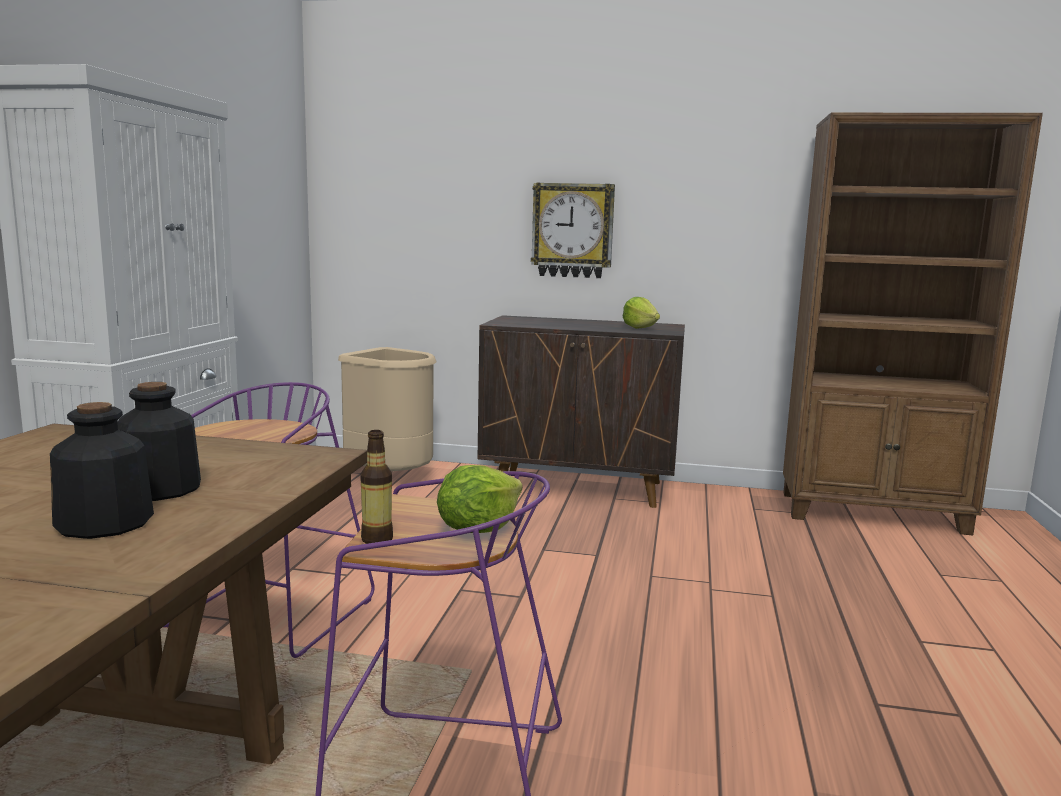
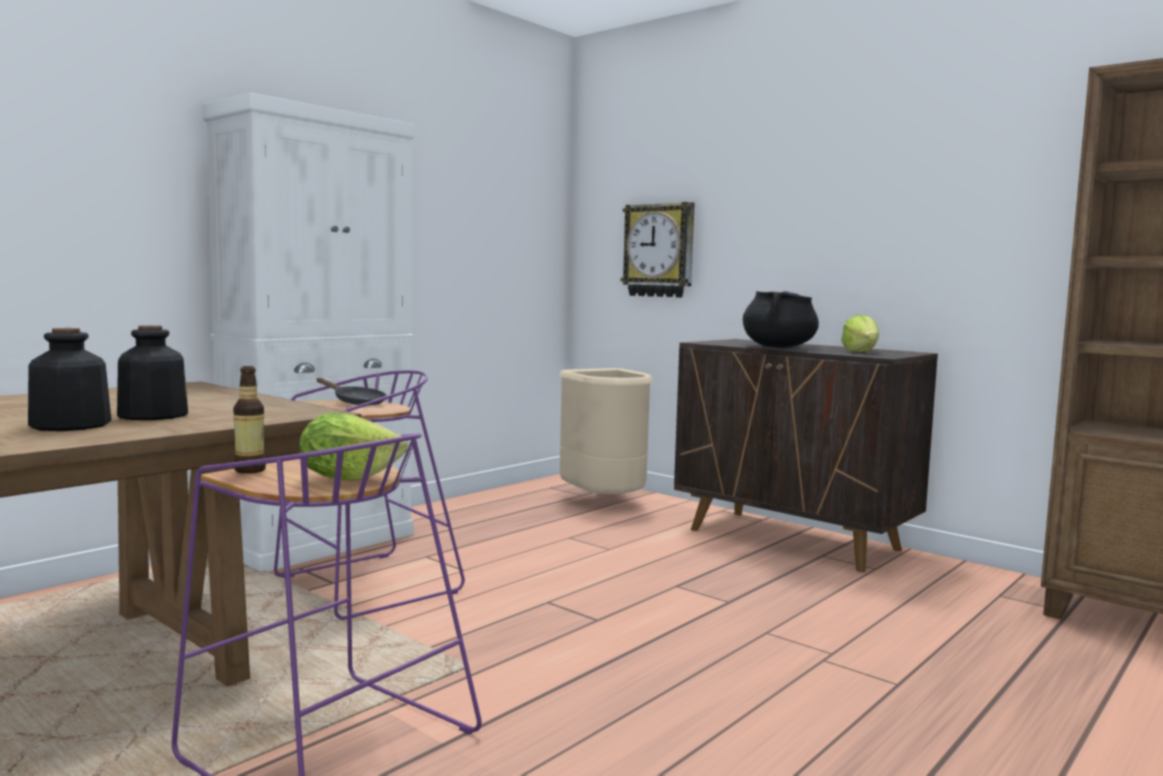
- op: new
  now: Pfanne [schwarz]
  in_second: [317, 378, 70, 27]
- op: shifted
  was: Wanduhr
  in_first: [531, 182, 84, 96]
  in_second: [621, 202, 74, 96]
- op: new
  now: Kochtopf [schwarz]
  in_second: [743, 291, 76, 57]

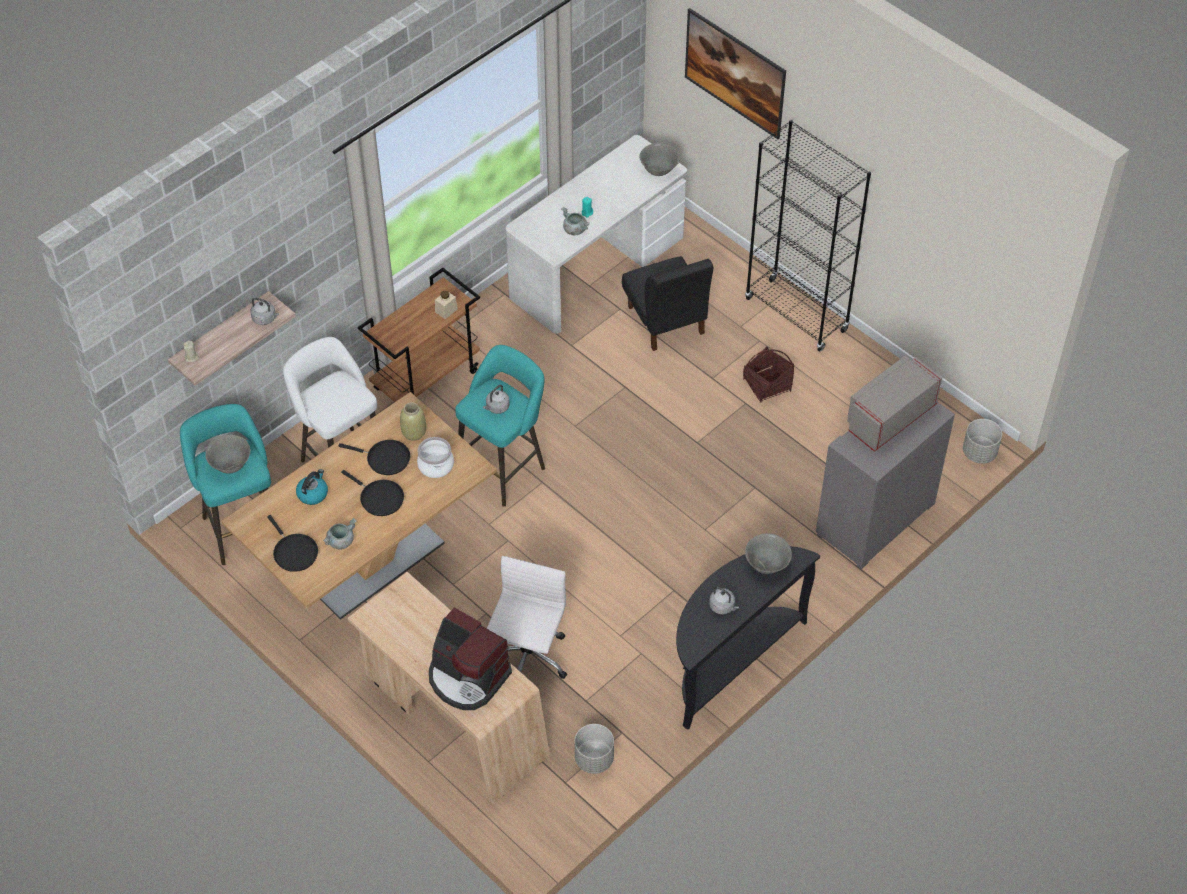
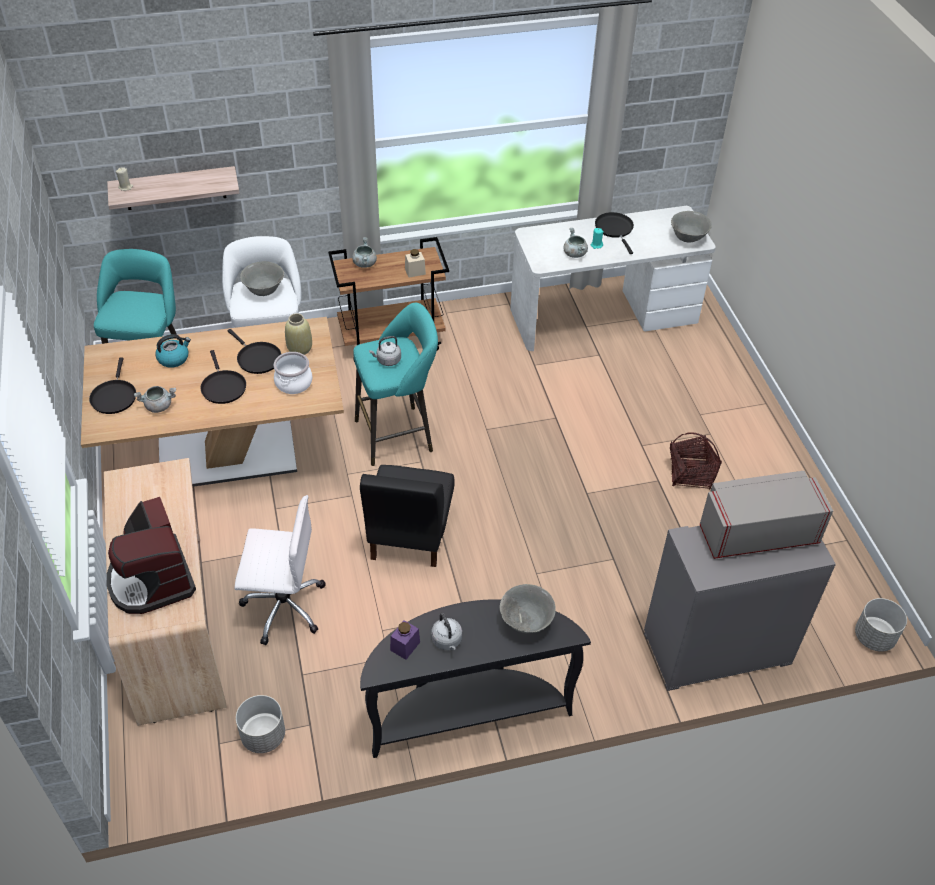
- op: rotated
  was: Bürostuhl [weiß]
  in_first: [487, 556, 80, 123]
  in_second: [234, 495, 92, 150]
  clockwise: 45
- op: shifted
  was: Schüssel [grau]
  in_first: [205, 435, 46, 39]
  in_second: [240, 261, 44, 35]
- op: new
  now: Kochtopf [grau]
  in_second: [352, 237, 25, 31]
- op: shifted
  was: Stuhl [schwarz]
  in_first: [622, 256, 91, 95]
  in_second: [360, 465, 94, 102]
- op: new
  now: Vorratsglas [lila]
  in_second: [390, 620, 30, 40]
- op: new
  now: Pfanne [schwarz]
  in_second: [595, 212, 39, 42]
- op: gone
  was: Wasserkessel [grau]
  in_first: [250, 298, 29, 27]
- op: gone
  was: Bild
  in_first: [685, 8, 101, 131]
- op: gone
  was: Bücherregal [schwarz]
  in_first: [745, 120, 126, 232]

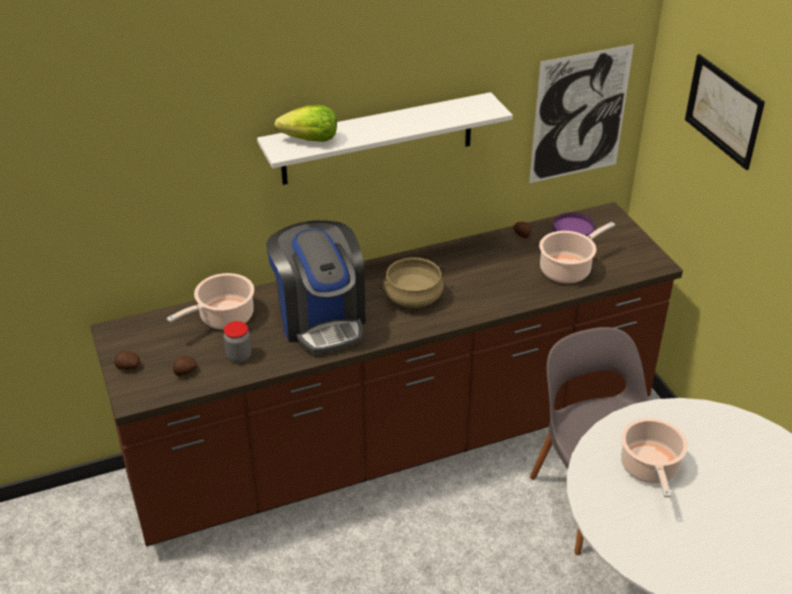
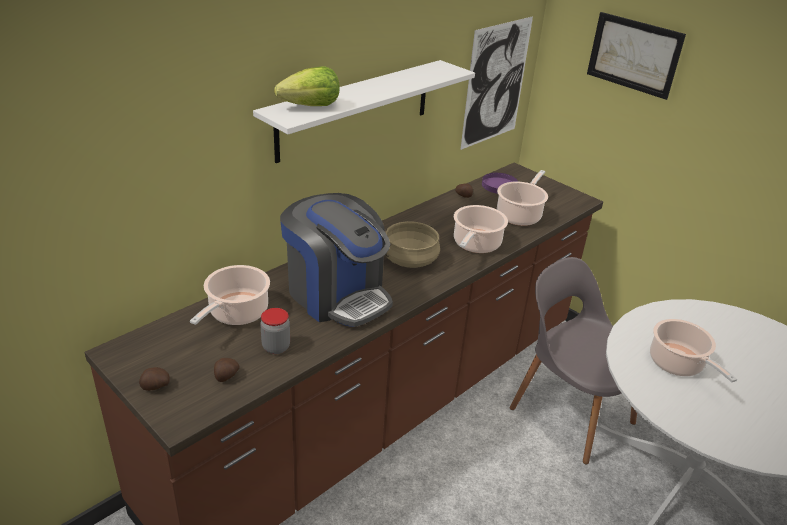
- op: new
  now: Kochtopf
  in_second: [454, 205, 54, 48]

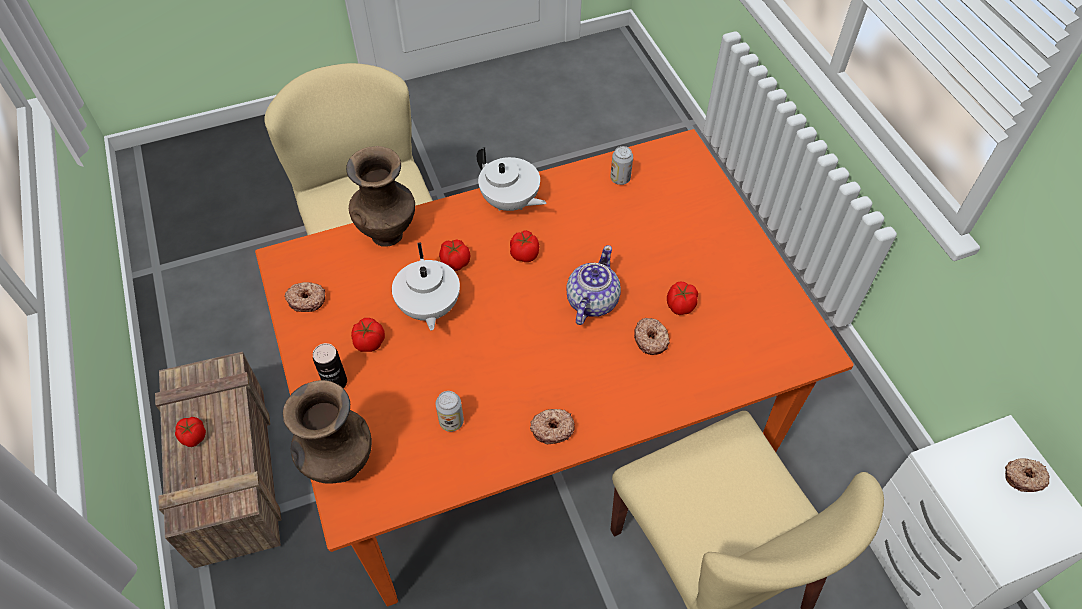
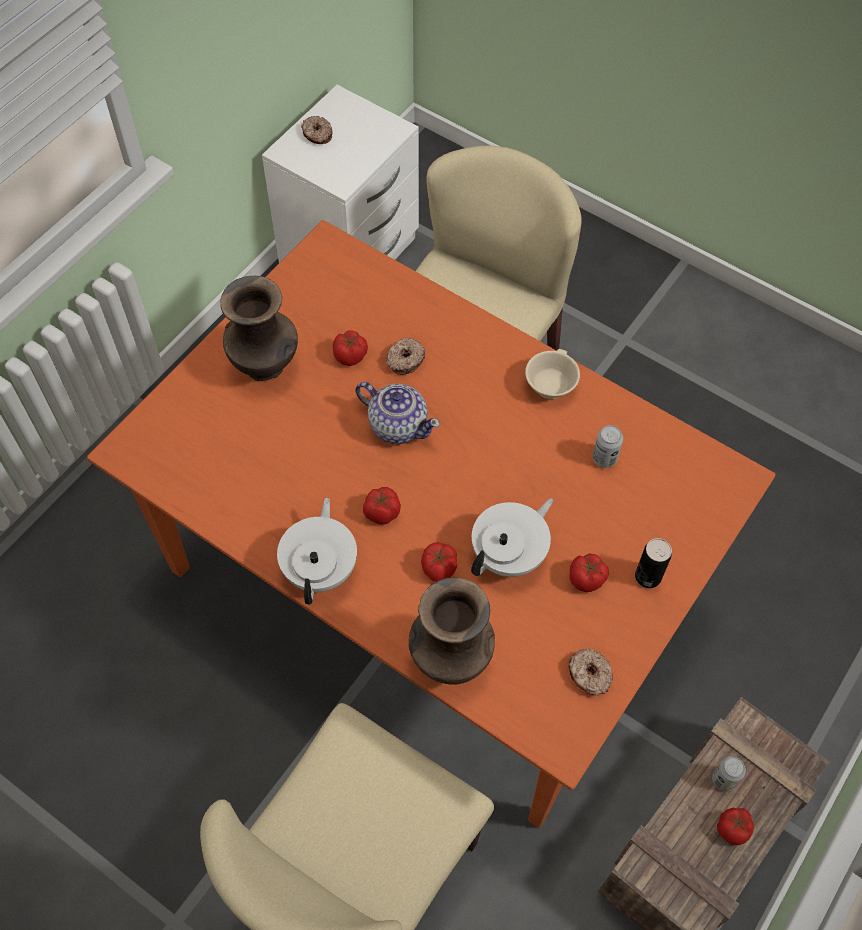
- op: shifted
  was: Vase [braun]
  in_first: [283, 380, 89, 104]
  in_second: [220, 276, 78, 105]
- op: rotated
  was: Teekanne
  in_first: [566, 245, 55, 80]
  in_second: [355, 382, 85, 62]
  clockwise: -135
- op: swapped
  was: Donut
  now: Tasse [beige]
  in_first: [530, 409, 44, 35]
  in_second: [525, 349, 55, 50]
- op: shifted
  was: Dose
  in_first: [610, 146, 23, 39]
  in_second: [712, 756, 34, 35]

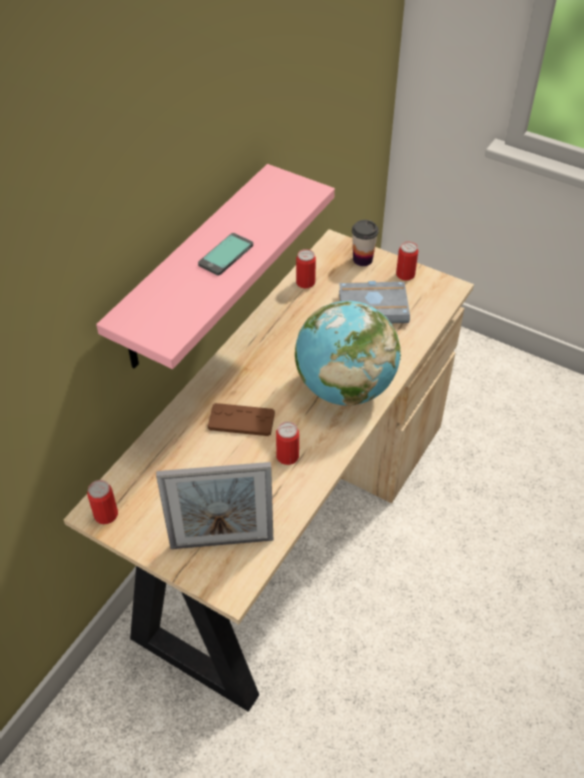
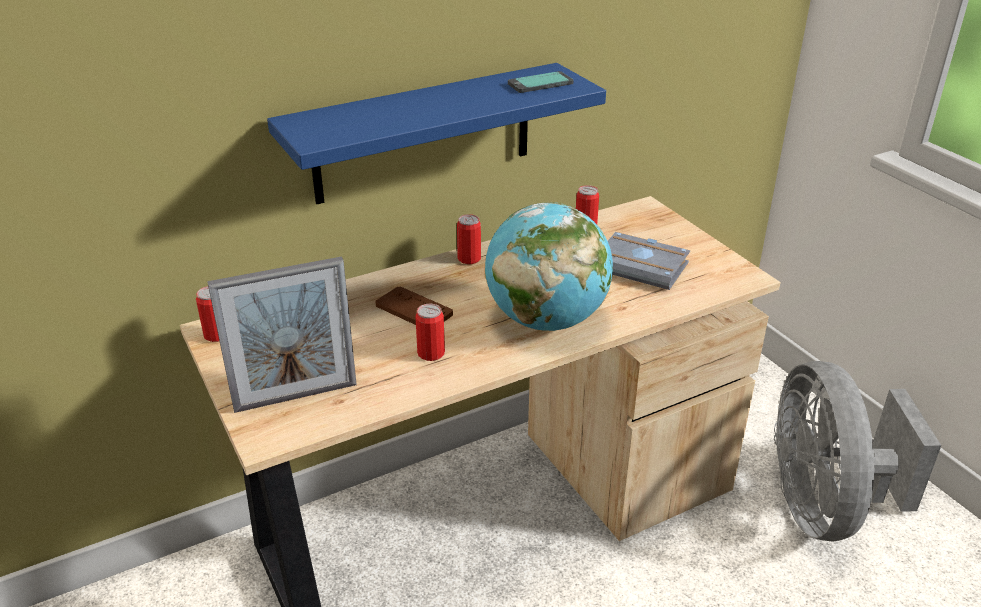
- op: rotated
  was: Bilderrahmen
  in_first: [156, 462, 117, 87]
  in_second: [207, 256, 150, 157]
  clockwise: -45
- op: repainted
  was: Wandregal [rosa]
  now: Wandregal [blau]
  in_first: [96, 164, 239, 205]
  in_second: [267, 63, 339, 141]
- op: shifted
  was: Dose
  in_first: [396, 241, 22, 40]
  in_second: [457, 214, 24, 50]
- op: shifted
  was: Handy
  in_first: [198, 233, 55, 42]
  in_second: [508, 71, 65, 22]
- op: new
  now: Ventilator [grau]
  in_second: [774, 361, 167, 180]
- op: gone
  was: Tasse
  in_first: [352, 220, 27, 46]

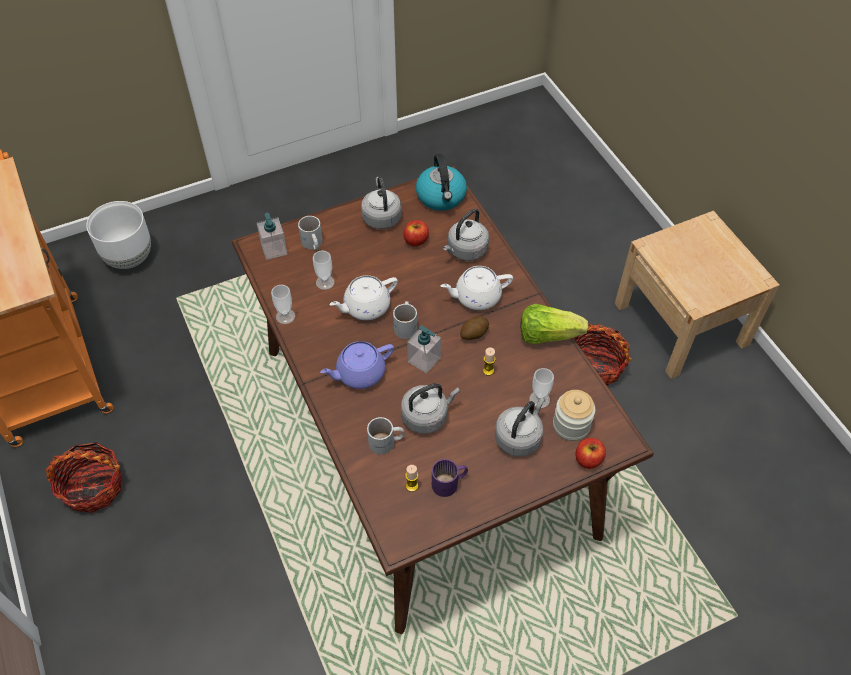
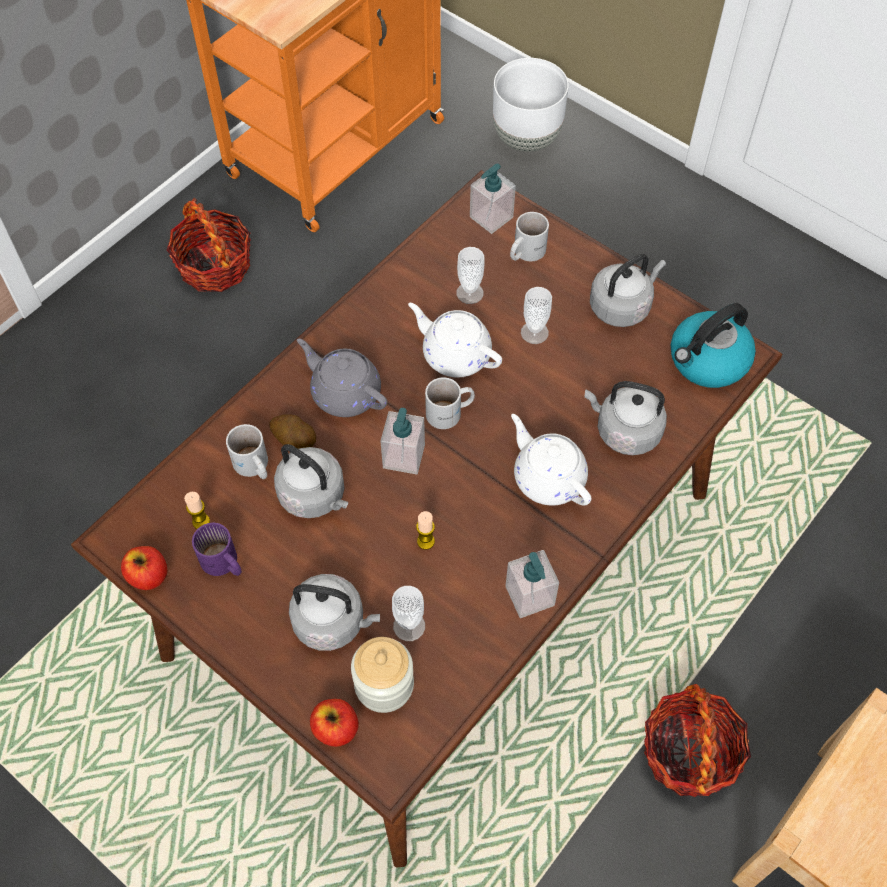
- op: shifted
  was: Apfel
  in_first: [404, 220, 25, 27]
  in_second: [121, 546, 47, 44]
- op: shifted
  was: Kartoffel
  in_first: [460, 316, 29, 24]
  in_second: [269, 415, 47, 34]
- op: repainted
  was: Teekanne [lila]
  now: Teekanne [grau]
  in_first: [320, 341, 74, 48]
  in_second: [297, 339, 90, 78]
- op: swapped
  was: Salatkopf
  now: Seifenspender
  in_first: [521, 304, 67, 40]
  in_second: [505, 550, 54, 68]
- op: shifted
  was: Tasse
  in_first: [271, 285, 24, 39]
  in_second: [521, 287, 31, 57]

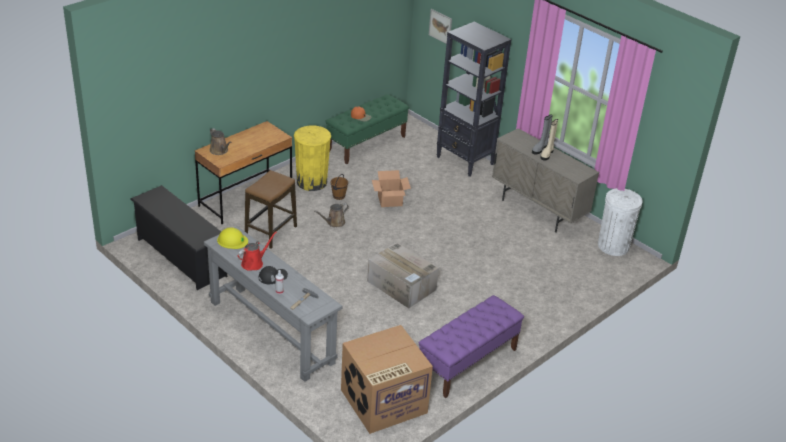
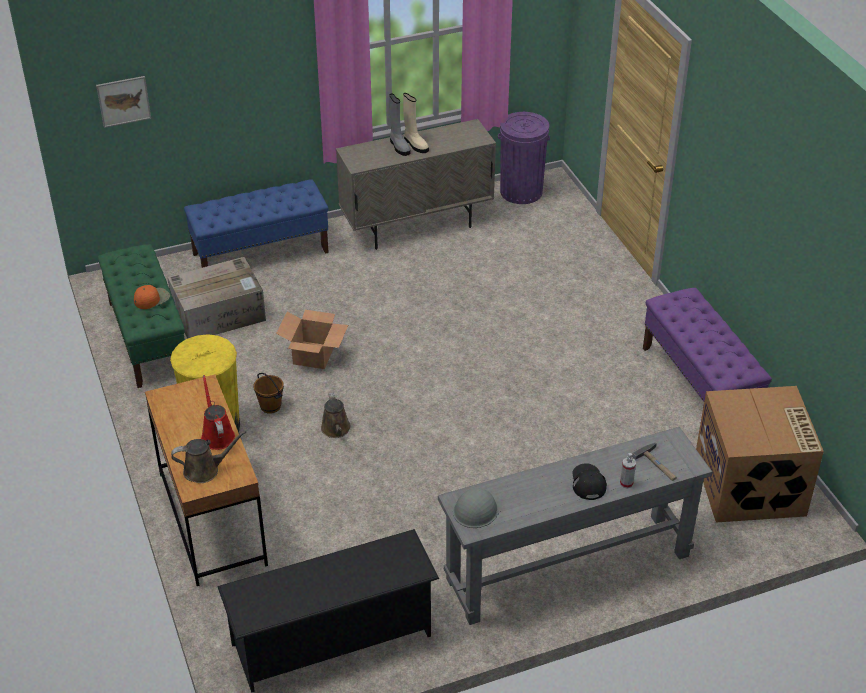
- op: shifted
  was: Karton
  in_first: [367, 242, 72, 67]
  in_second: [168, 257, 98, 82]
- op: swapped
  was: Bücherregal [schwarz]
  now: Bank [blau]
  in_first: [437, 22, 74, 155]
  in_second: [184, 179, 145, 89]
- op: shifted
  was: Gießkanne [rot]
  in_first: [238, 231, 39, 40]
  in_second: [201, 375, 34, 75]
- op: repainted
  was: Schutzhelm [gelb]
  now: Schutzhelm [grau]
  in_first: [217, 227, 31, 22]
  in_second: [453, 488, 49, 40]
- op: repainted
  was: Mülleimer [weiß]
  now: Mülleimer [lila]
  in_first: [598, 188, 45, 68]
  in_second: [498, 112, 52, 92]
- op: gone
  was: Hocker
  in_first: [245, 170, 52, 79]

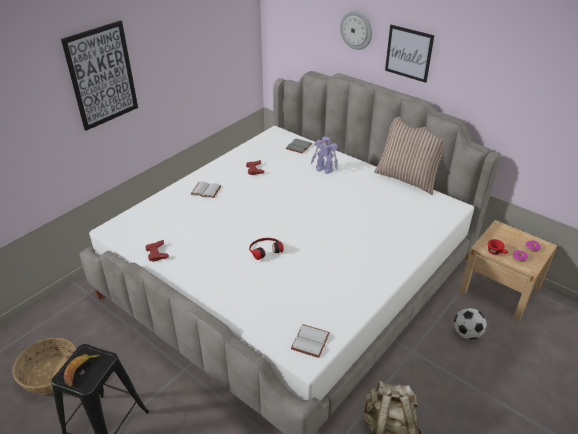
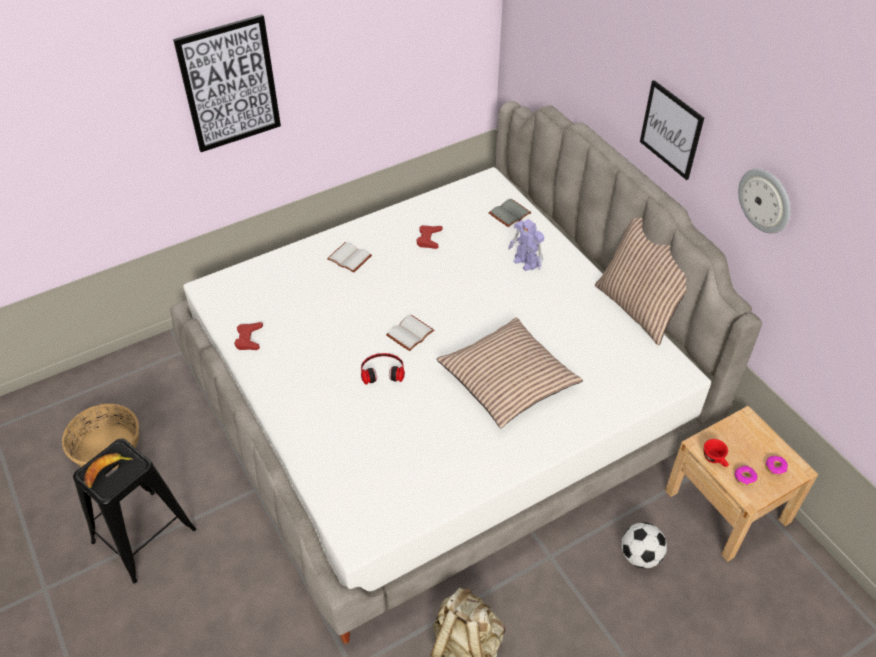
- op: shifted
  was: Buch [weiß]
  in_first: [291, 324, 39, 34]
  in_second: [386, 315, 48, 36]
- op: new
  now: Kissen
  in_second: [436, 317, 147, 111]
- op: shifted
  was: Wanduhr
  in_first: [340, 11, 32, 39]
  in_second: [738, 169, 52, 65]

